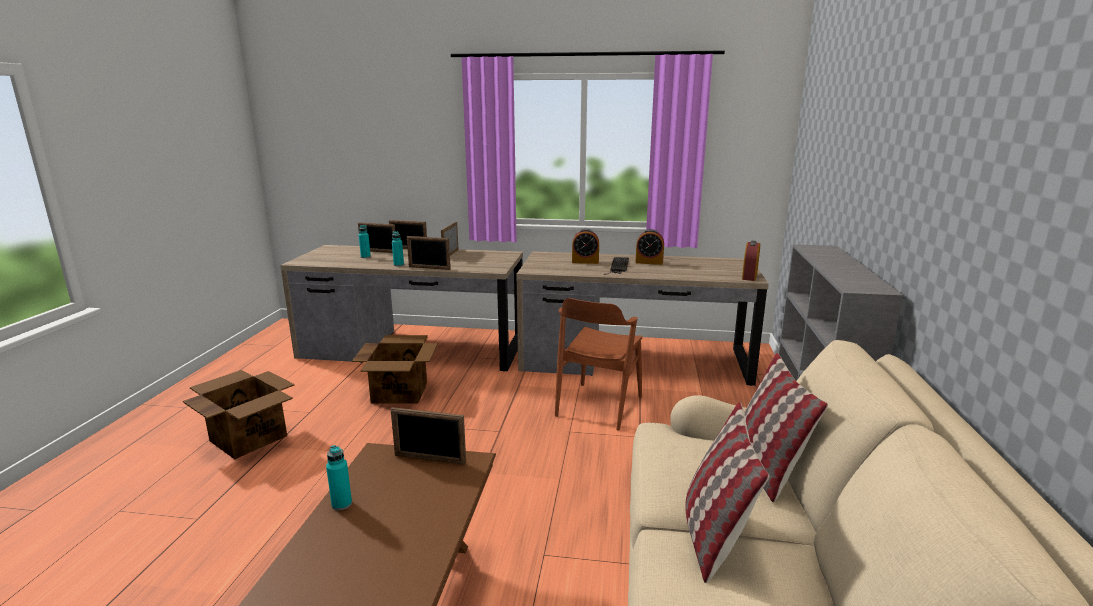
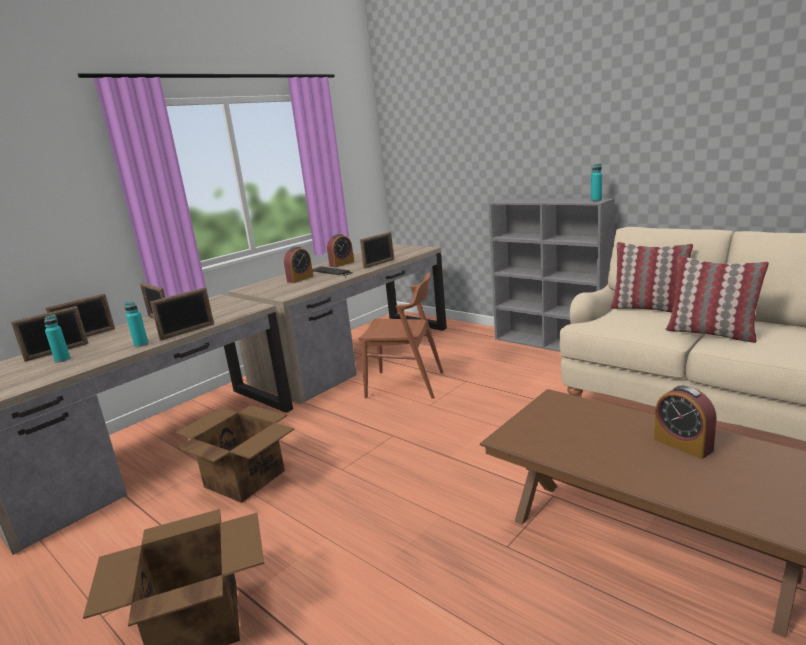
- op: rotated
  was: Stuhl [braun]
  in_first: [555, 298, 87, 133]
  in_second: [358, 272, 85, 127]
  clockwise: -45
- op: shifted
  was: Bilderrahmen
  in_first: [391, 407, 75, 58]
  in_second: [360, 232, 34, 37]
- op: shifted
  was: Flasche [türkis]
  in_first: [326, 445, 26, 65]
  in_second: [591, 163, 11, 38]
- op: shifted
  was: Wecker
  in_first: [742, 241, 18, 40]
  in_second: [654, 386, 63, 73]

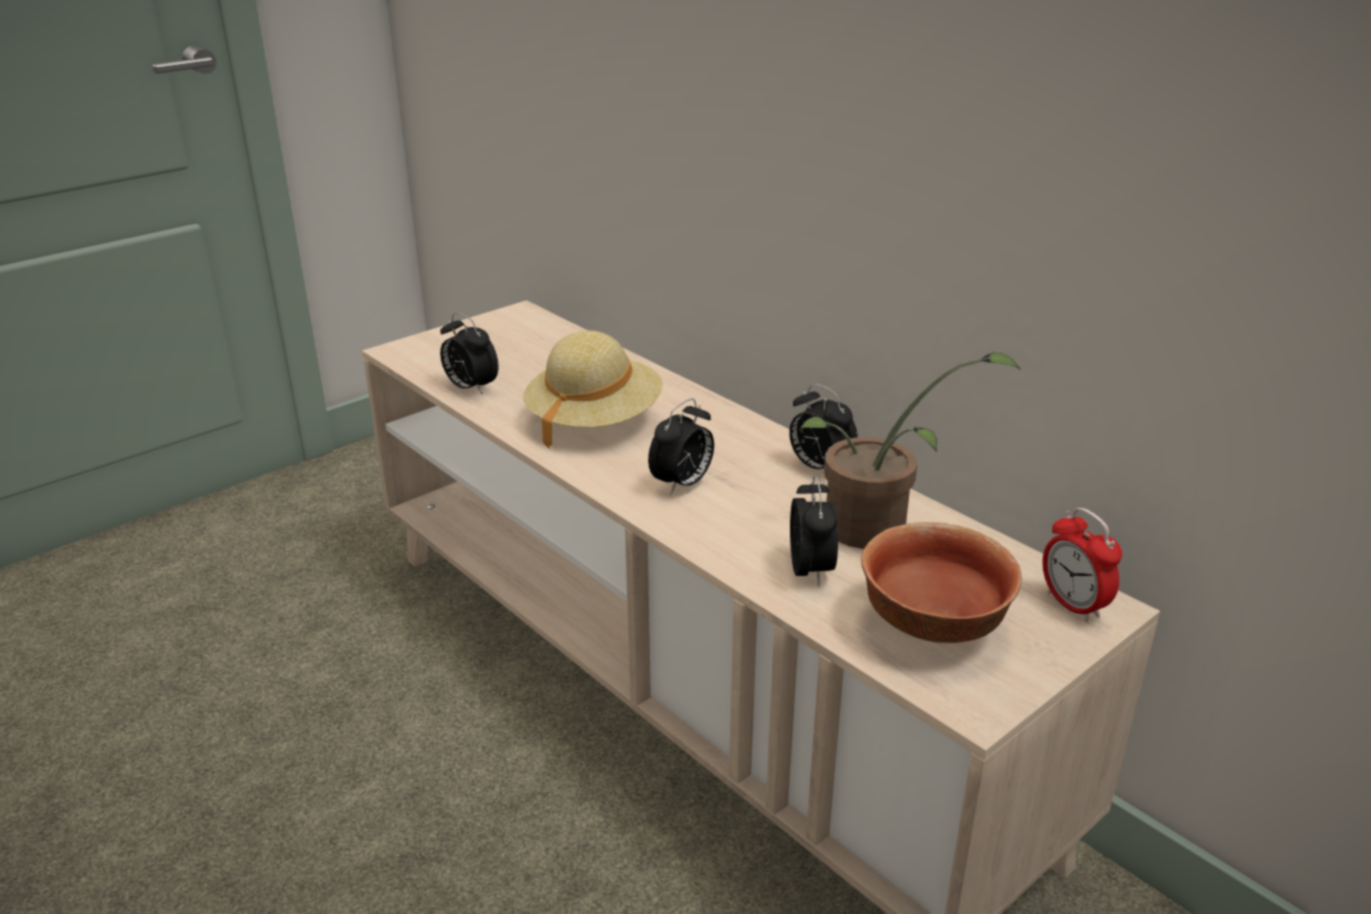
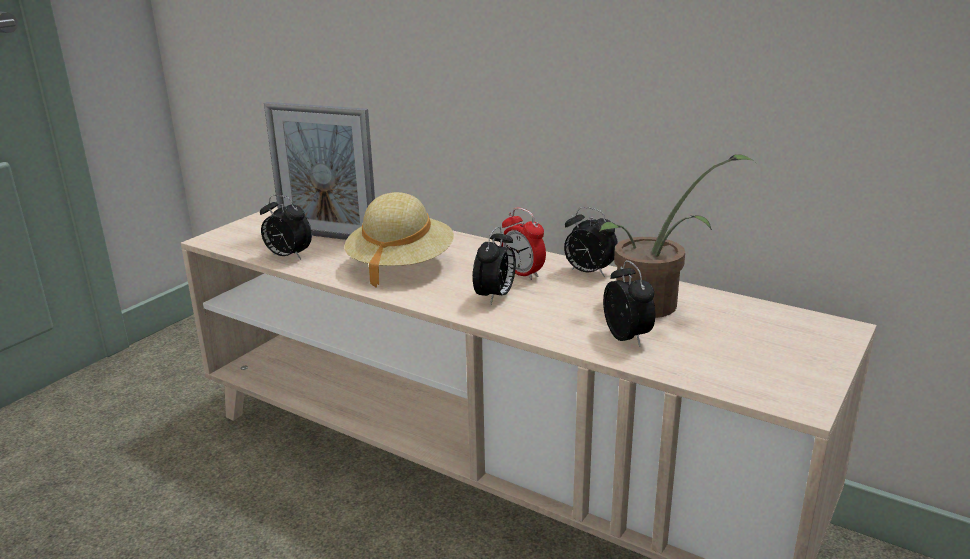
- op: new
  now: Bilderrahmen
  in_second: [264, 102, 111, 138]
- op: shifted
  was: Wecker
  in_first: [1042, 507, 80, 115]
  in_second: [501, 207, 45, 73]
- op: gone
  was: Schüssel
  in_first: [861, 522, 161, 121]

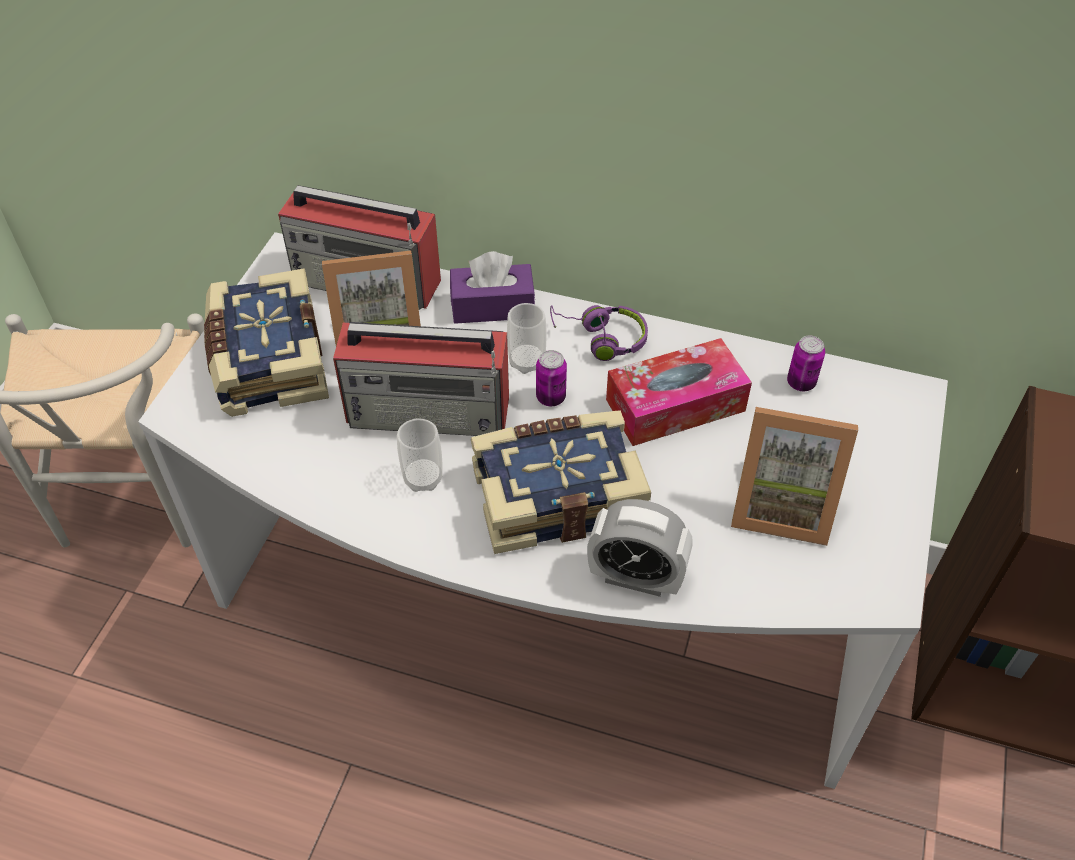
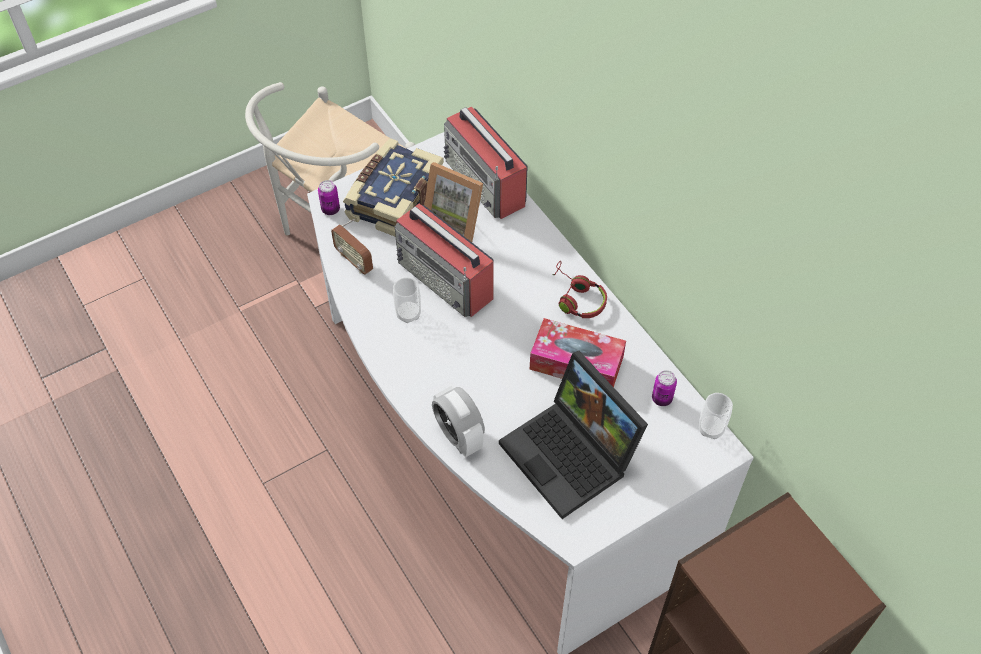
- op: shifted
  was: Dose
  in_first: [536, 350, 31, 56]
  in_second: [318, 180, 22, 35]
- op: new
  now: Radio
  in_second: [331, 219, 42, 56]
- op: swapped
  was: Bilderrahmen
  now: Laptop
  in_first: [731, 407, 127, 139]
  in_second: [499, 351, 149, 168]
- op: repainted
  was: Kopfhörer [lila]
  now: Kopfhörer [rot]
  in_first: [550, 305, 98, 56]
  in_second: [553, 261, 54, 57]
- op: shifted
  was: Tasse
  in_first: [507, 303, 40, 71]
  in_second: [699, 393, 34, 46]
- op: gone
  was: Taschentuchbox [lila]
  in_first: [450, 251, 85, 73]
- op: gone
  was: Buch
  in_first: [471, 410, 180, 144]

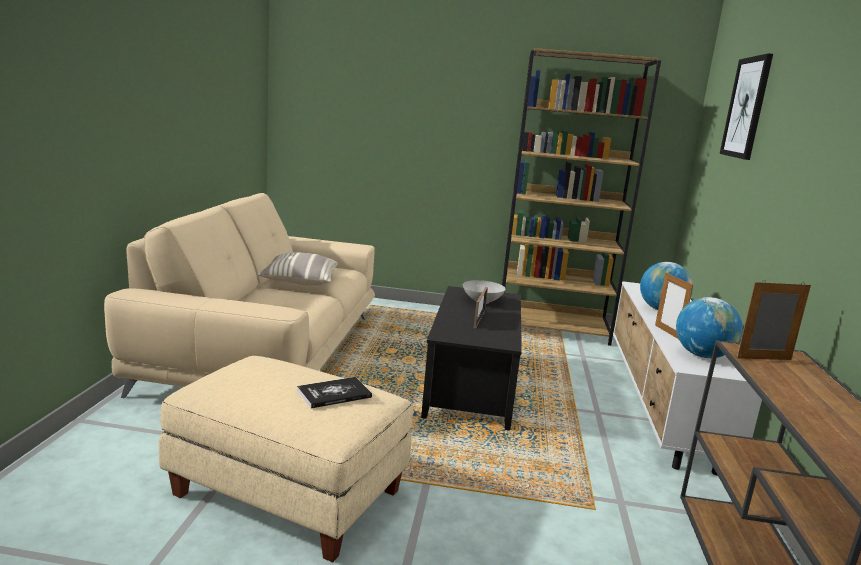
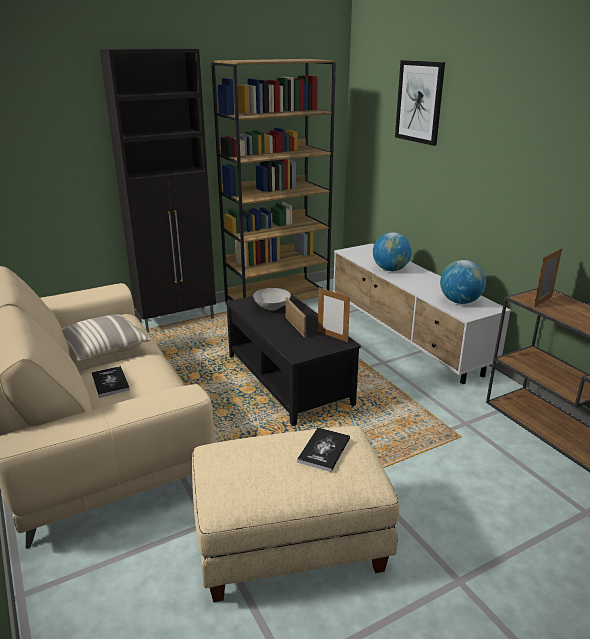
- op: new
  now: Buch
  in_second: [92, 366, 38, 32]
- op: new
  now: Schrank [schwarz]
  in_second: [99, 48, 117, 285]
- op: shifted
  was: Bilderrahmen
  in_first: [655, 272, 38, 67]
  in_second: [318, 288, 32, 54]

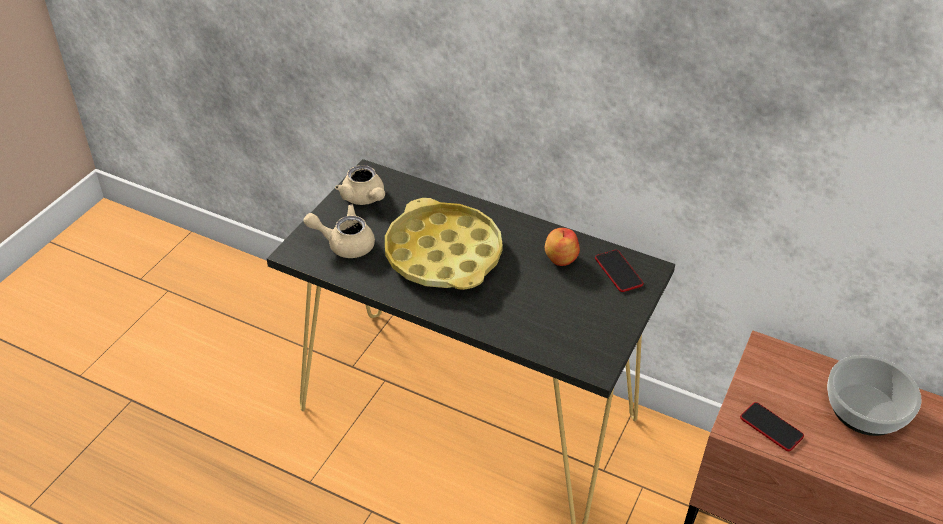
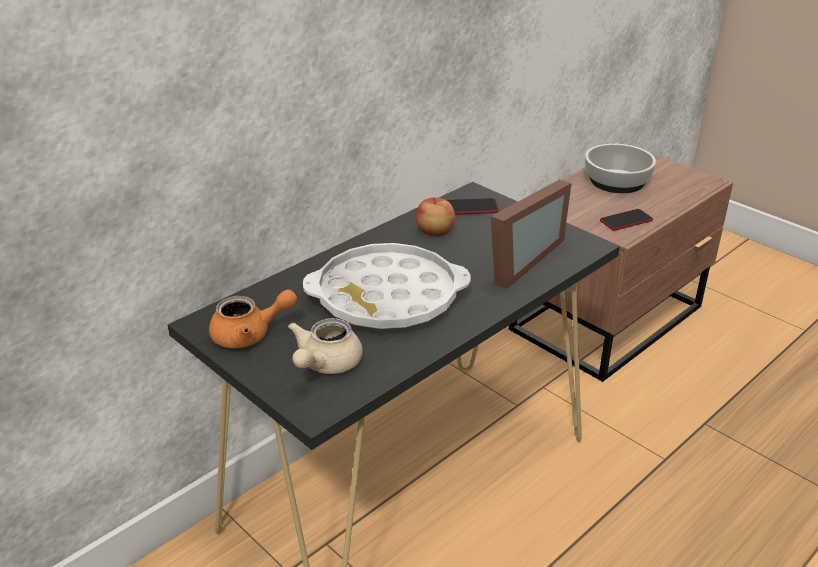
- op: repainted
  was: Teekanne [beige]
  now: Teekanne [orange]
  in_first: [335, 165, 50, 40]
  in_second: [209, 289, 88, 59]
- op: repainted
  was: Tablett [gelb]
  now: Tablett [weiß]
  in_first: [385, 198, 118, 92]
  in_second: [303, 243, 167, 86]
- op: new
  now: Bilderrahmen
  in_second: [491, 179, 80, 110]

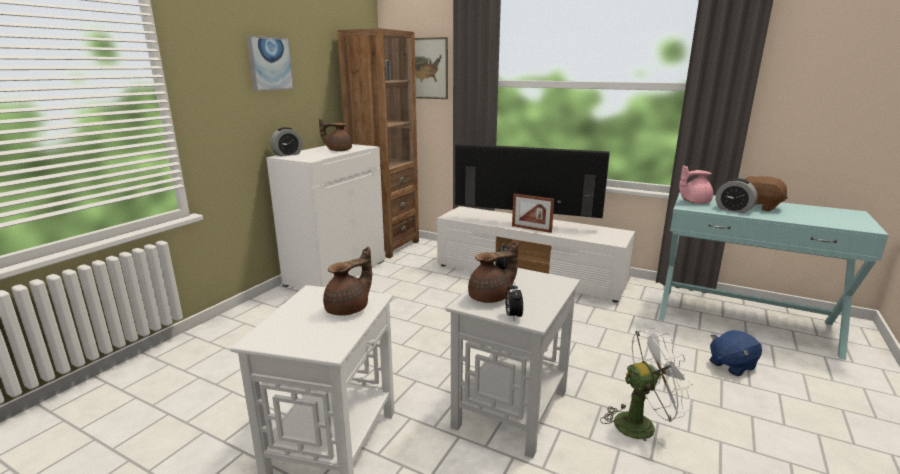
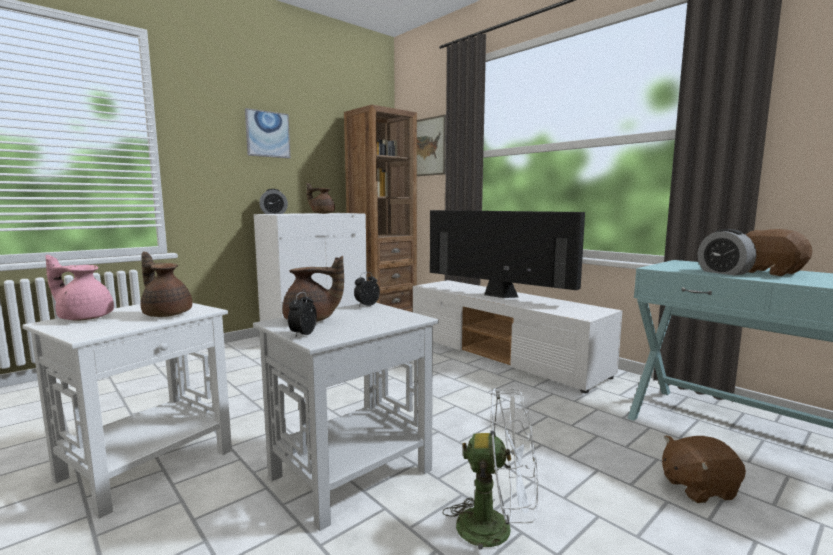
- op: shifted
  was: Teekanne [rosa]
  in_first: [679, 166, 34, 38]
  in_second: [45, 255, 69, 65]
- op: rotated
  was: Teekanne [braun]
  in_first: [323, 247, 49, 69]
  in_second: [140, 252, 52, 65]
  clockwise: -120
- op: repainted
  was: Plüschtier [blau]
  now: Plüschtier [braun]
  in_first: [710, 330, 52, 46]
  in_second: [662, 436, 84, 67]
- op: gone
  was: Bilderrahmen
  in_first: [512, 193, 42, 40]

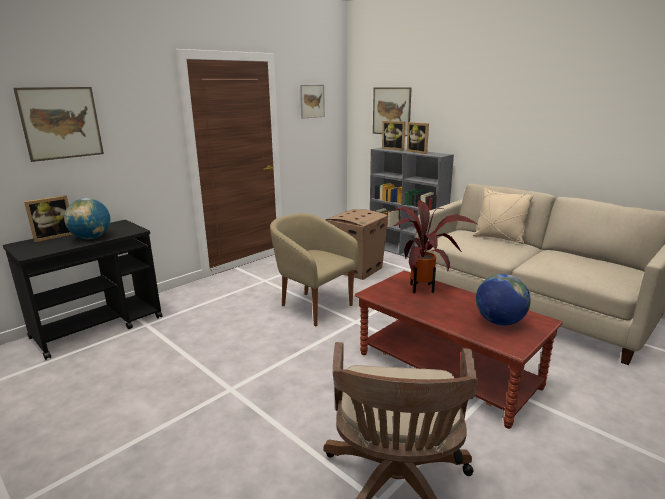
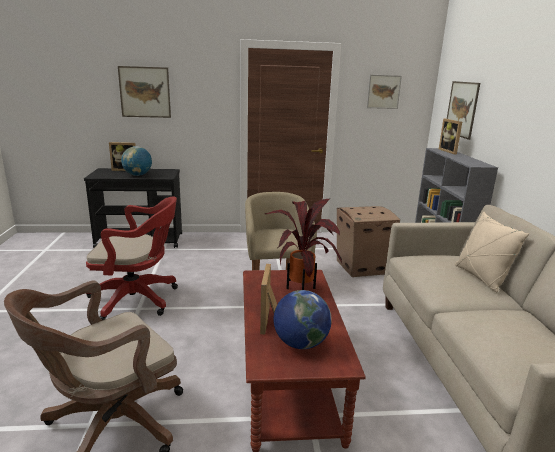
- op: new
  now: Bürostuhl [rot]
  in_second: [85, 197, 93, 123]
- op: shifted
  was: Bilderrahmen
  in_first: [407, 122, 22, 32]
  in_second: [260, 264, 17, 71]

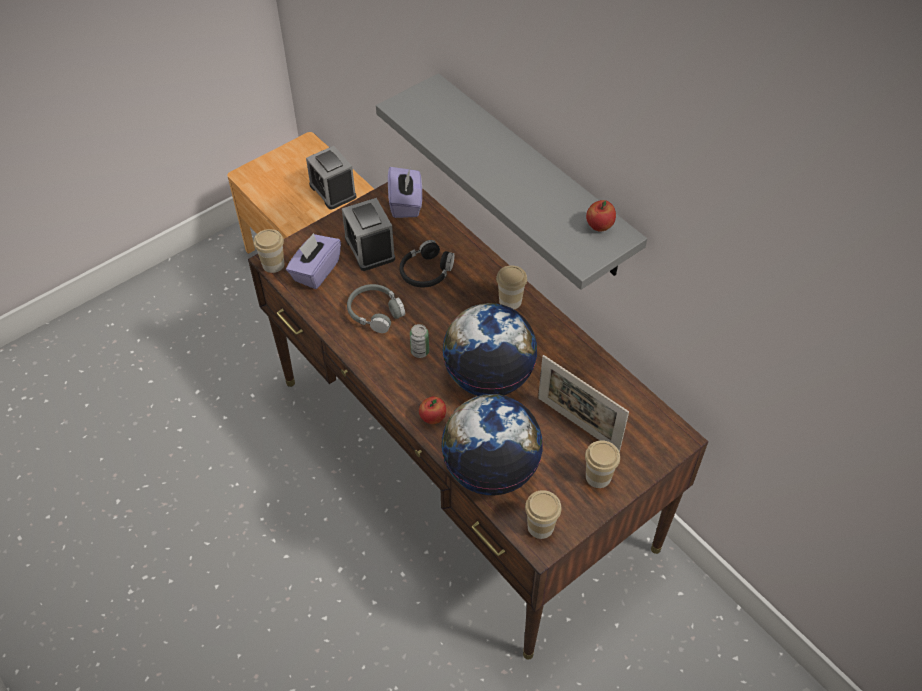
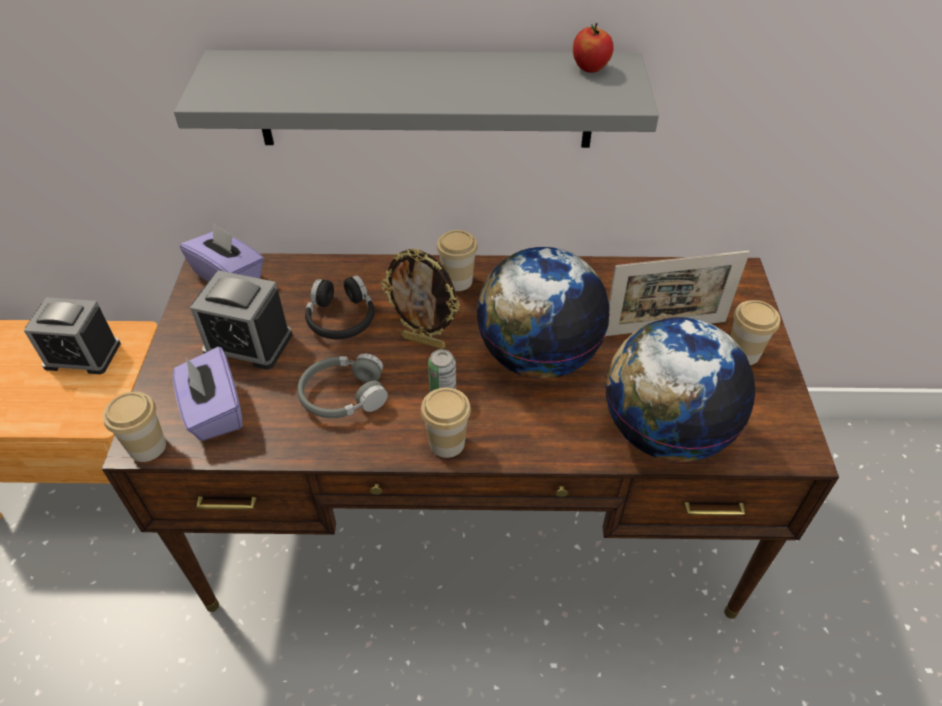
- op: new
  now: Bilderrahmen
  in_second: [381, 248, 79, 101]
- op: shifted
  was: Tasse
  in_first: [525, 490, 37, 49]
  in_second: [421, 388, 50, 70]
- op: gone
  was: Apfel
  in_first: [419, 397, 27, 27]

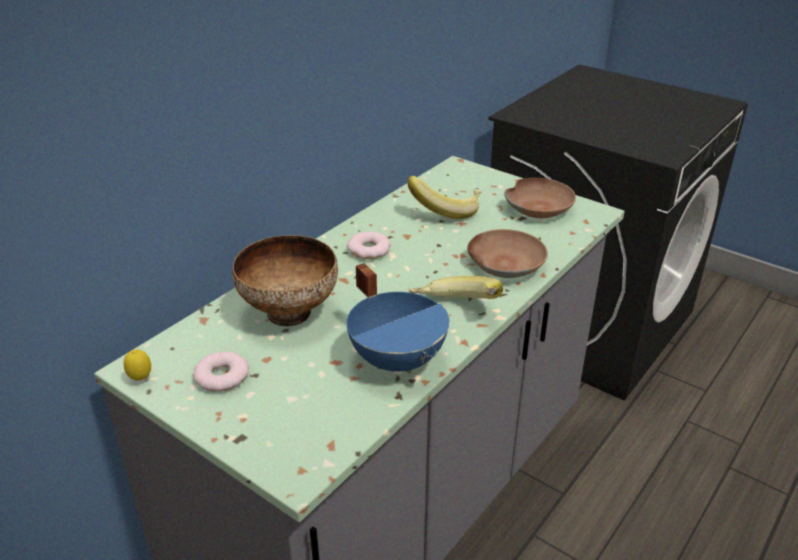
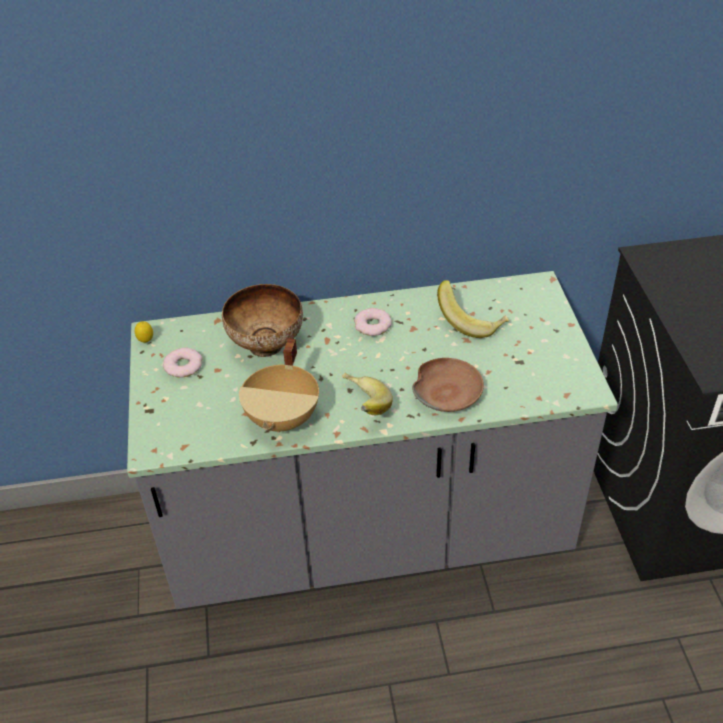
- op: repainted
  was: Kochtopf [blau]
  now: Kochtopf [beige]
  in_first: [346, 263, 103, 111]
  in_second: [239, 338, 80, 95]
- op: gone
  was: Schüssel [braun]
  in_first: [504, 178, 72, 40]

